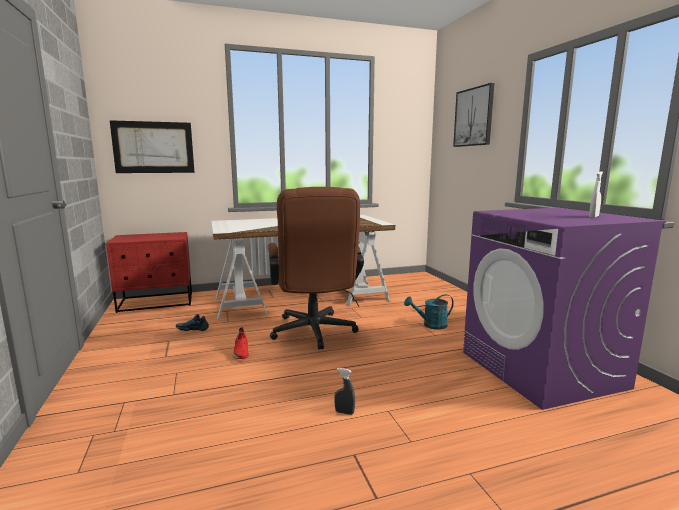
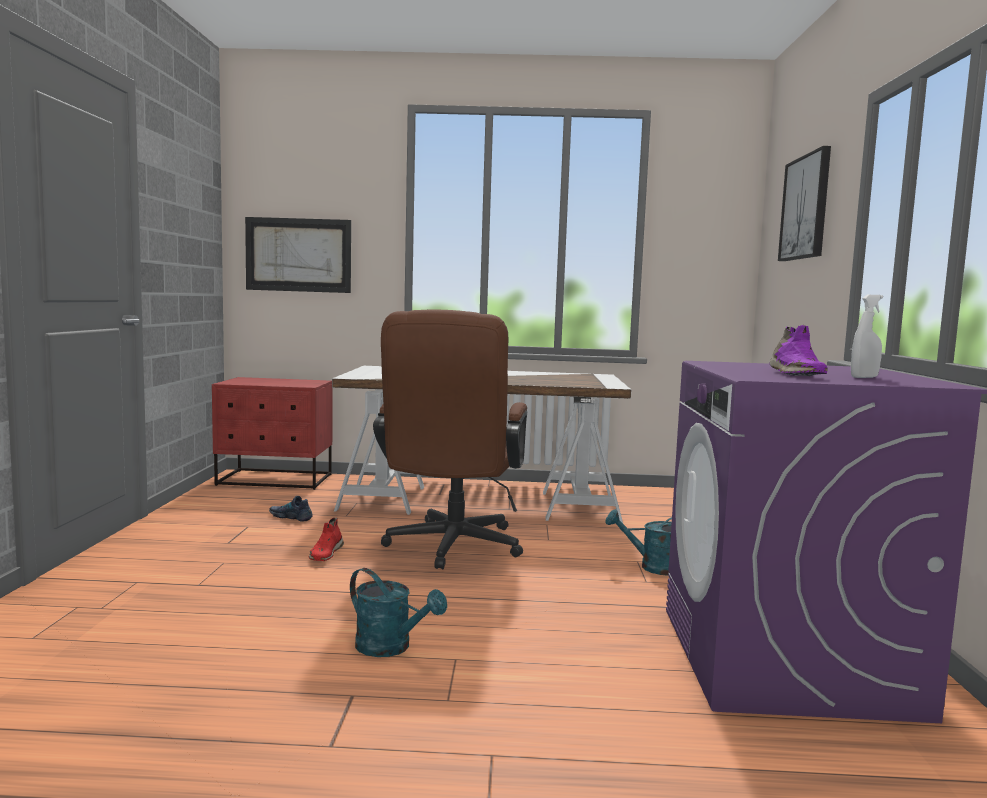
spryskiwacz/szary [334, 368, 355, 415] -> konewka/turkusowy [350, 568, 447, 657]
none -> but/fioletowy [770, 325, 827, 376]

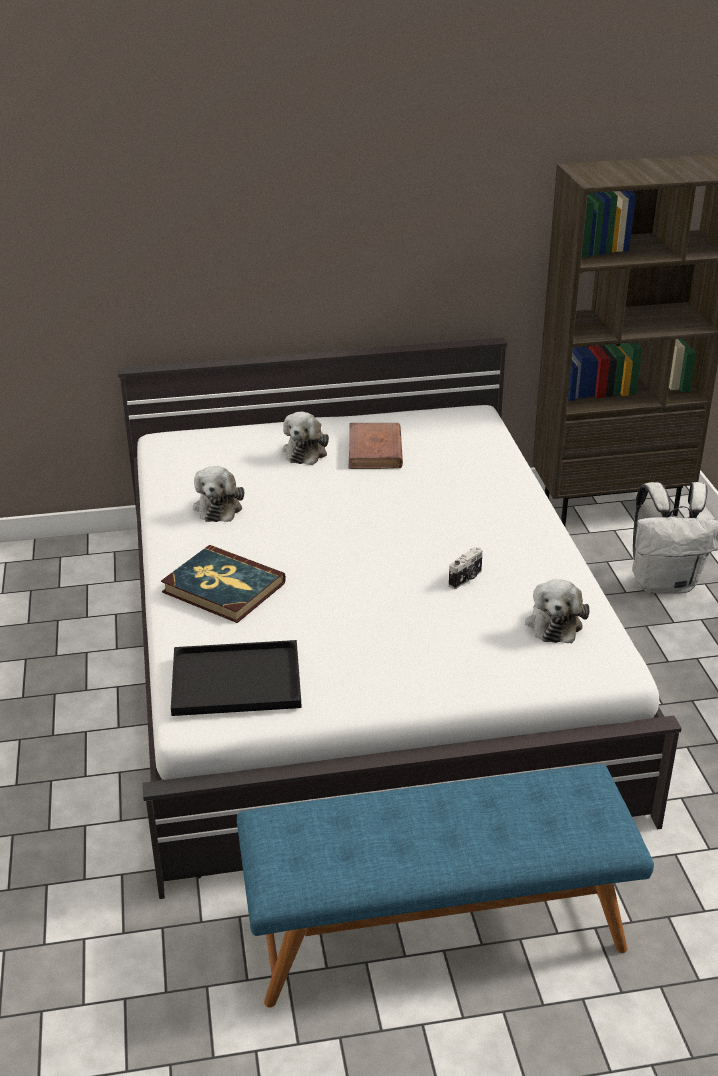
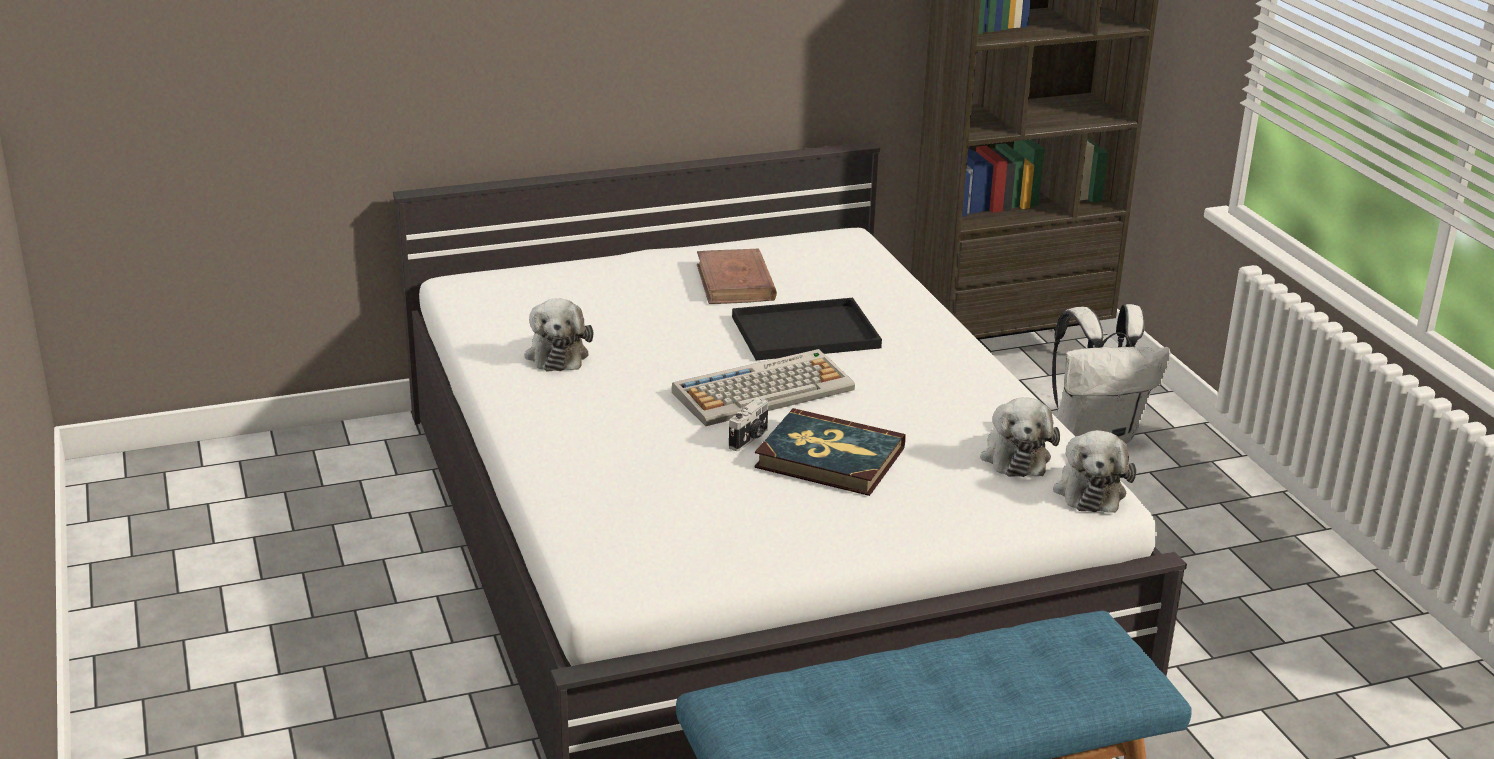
none -> klawiatura [672, 349, 855, 426]
aparat fotograficzny [449, 547, 483, 589] -> aparat fotograficzny [729, 398, 768, 451], relocated
taca/czarny [171, 640, 302, 716] -> taca/czarny [732, 298, 882, 360], relocated
książka [161, 545, 286, 623] -> książka [754, 408, 906, 496], relocated
pluszak [283, 412, 329, 465] -> pluszak [1053, 430, 1136, 513], relocated

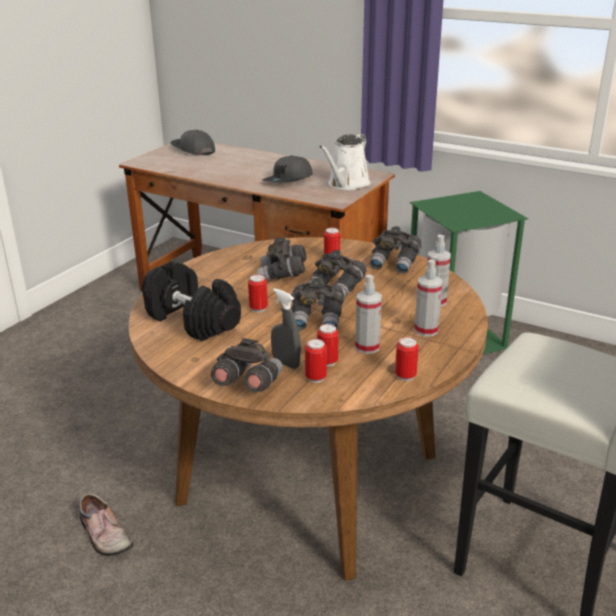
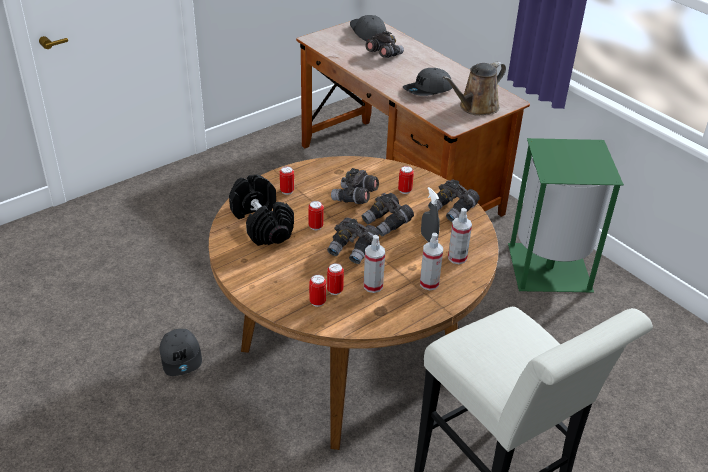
but [79, 494, 133, 556] -> czapka z daszkiem/szary [159, 329, 202, 376]
puszka [395, 337, 419, 381] -> puszka [280, 166, 294, 195], relocated
lornetka/szary [211, 338, 283, 392] -> lornetka/szary [365, 30, 404, 58], relocated
spryskiwacz/szary [271, 288, 301, 369] -> spryskiwacz/szary [421, 187, 440, 242], relocated
konewka/biały [319, 134, 370, 190] -> konewka/brązowy [443, 62, 506, 116]

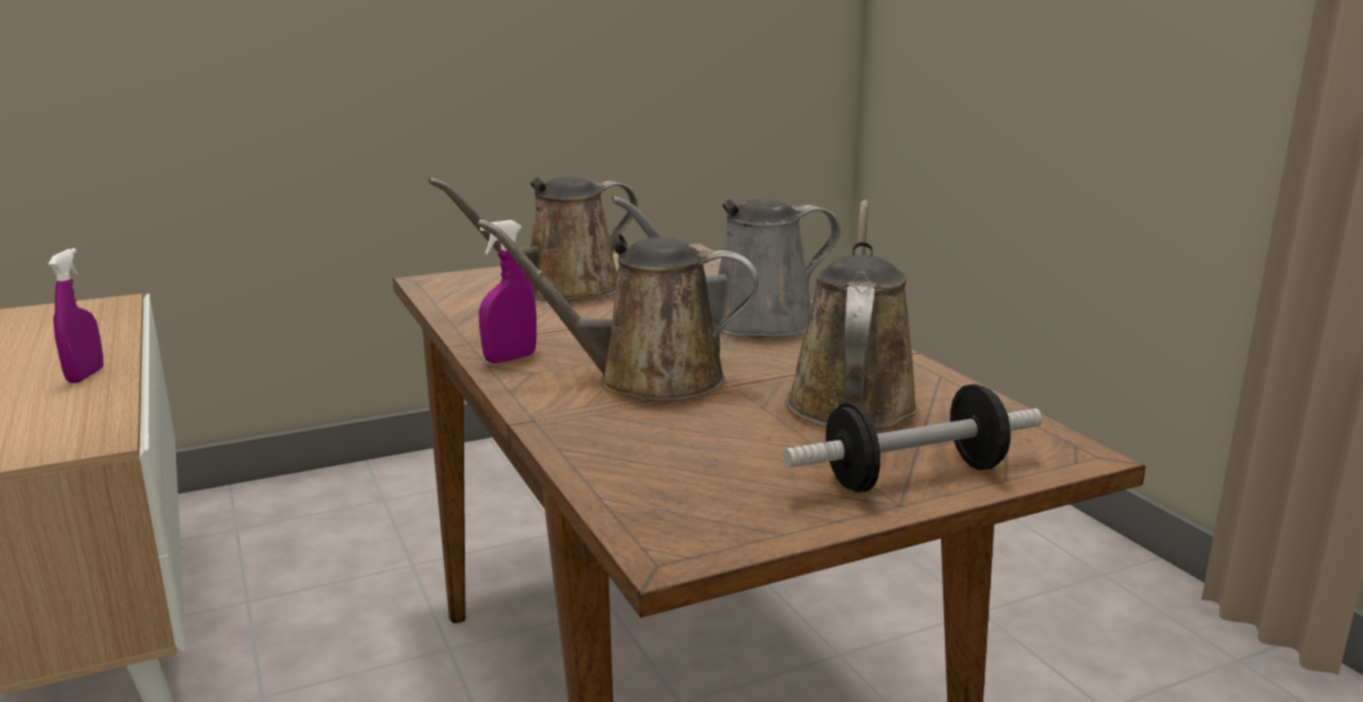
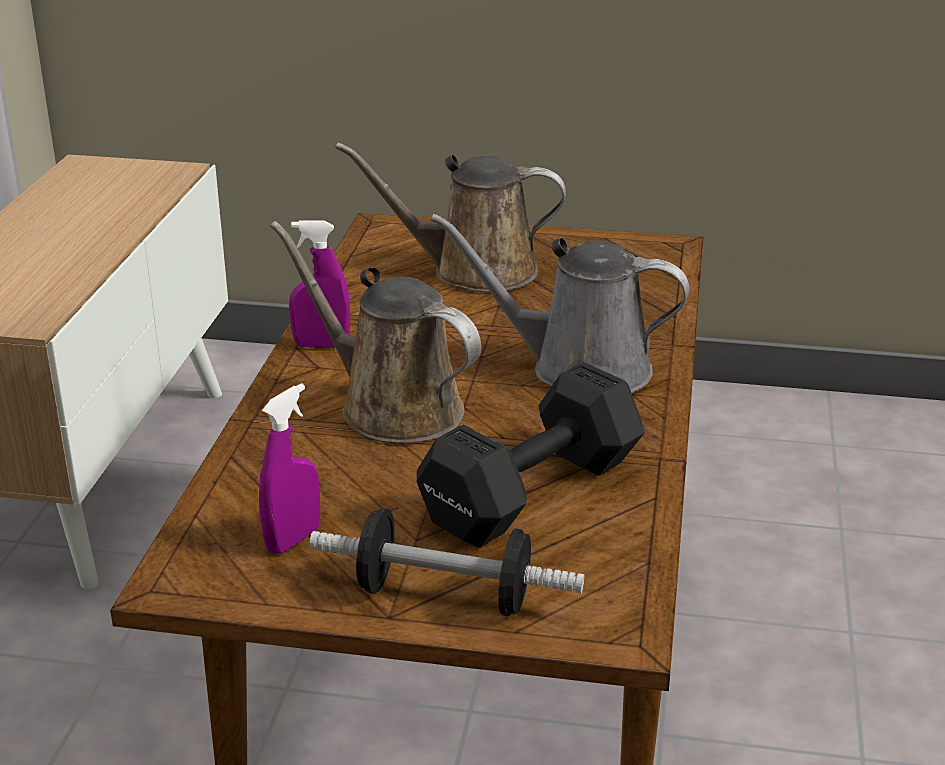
spryskiwacz/fioletowy [48, 248, 103, 383] -> spryskiwacz/fioletowy [259, 383, 320, 554], relocated
konewka/brązowy [785, 200, 919, 430] -> hantel/czarny [417, 362, 645, 548]

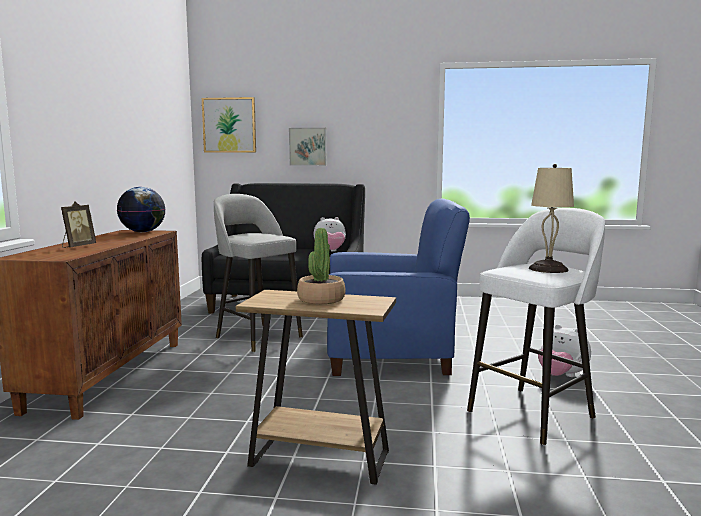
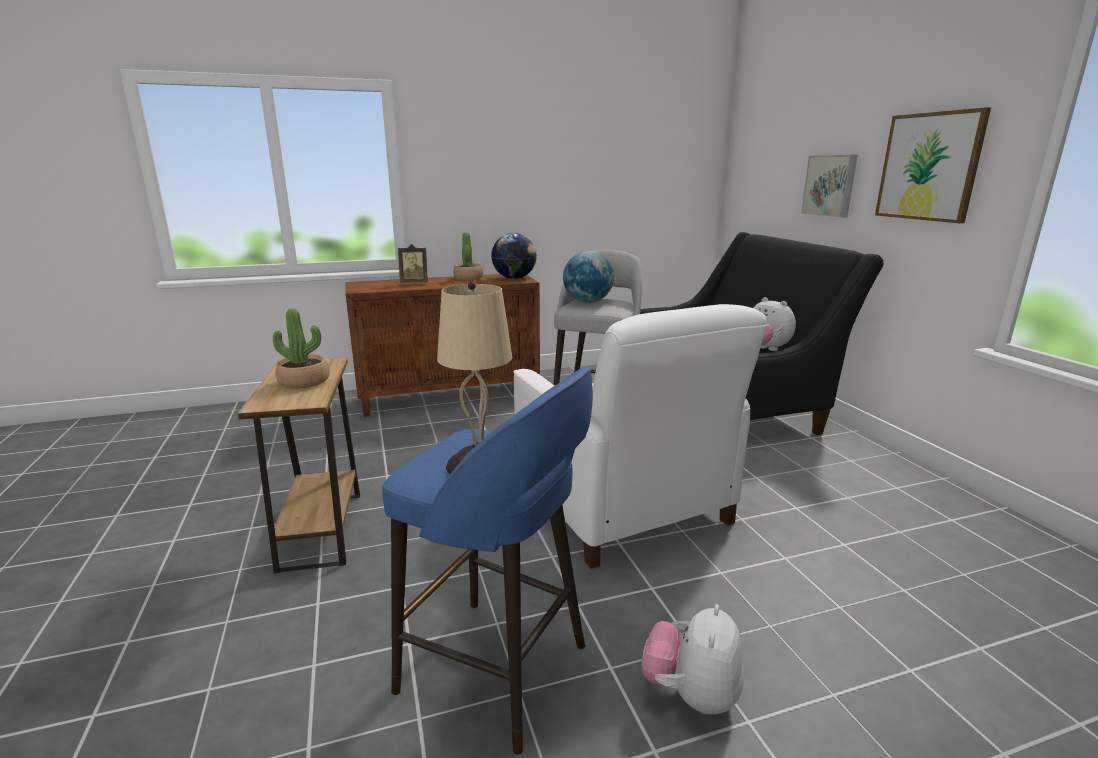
stołek/biały [467, 208, 605, 445] -> stołek/niebieski [382, 367, 593, 755]
none -> roślina doniczkowa [453, 232, 483, 280]
fotel/niebieski [327, 199, 470, 376] -> fotel/biały [513, 304, 767, 569]
none -> globus [563, 251, 614, 303]
obraz [202, 97, 256, 153] -> obraz [875, 107, 991, 223], relocated

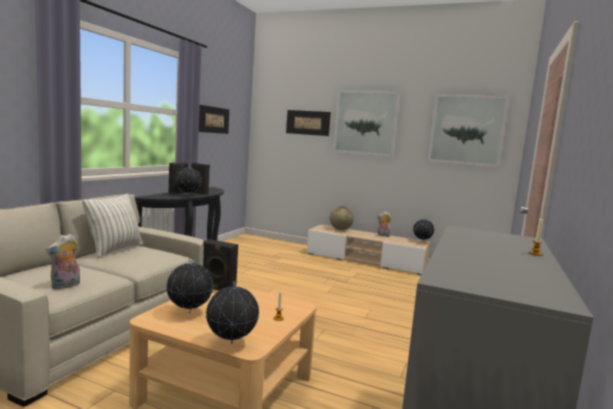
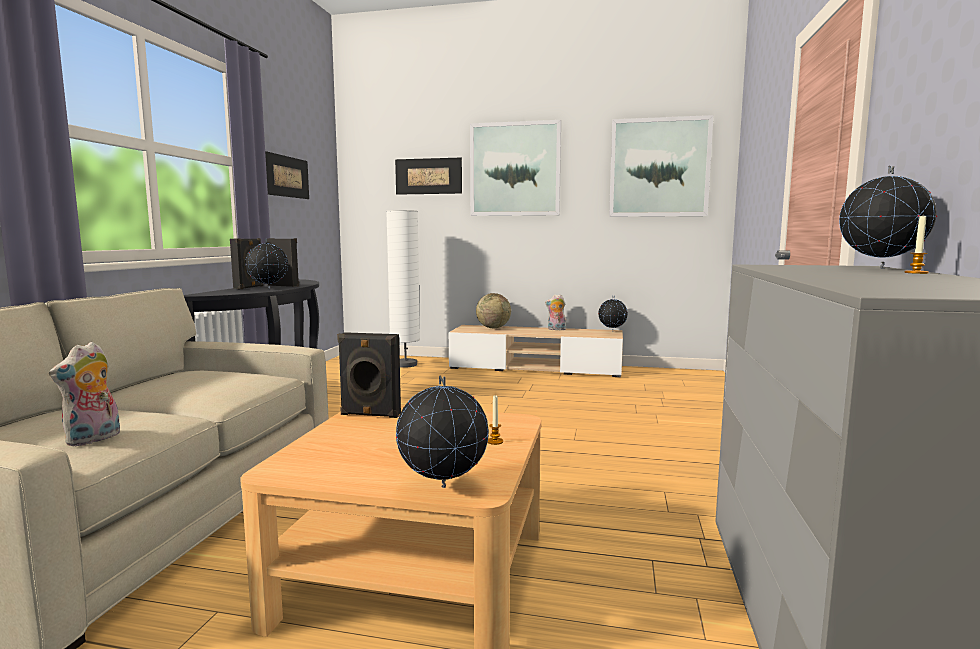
none -> lampa stojąca/biały [386, 210, 420, 368]
globus [167, 259, 213, 314] -> globus [839, 166, 937, 269], relocated
poduszka [82, 194, 143, 258] -> none

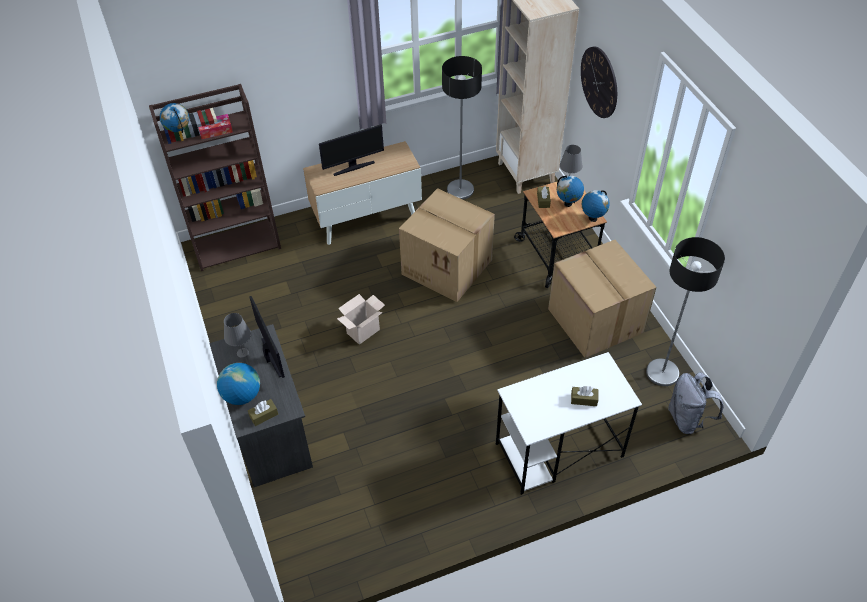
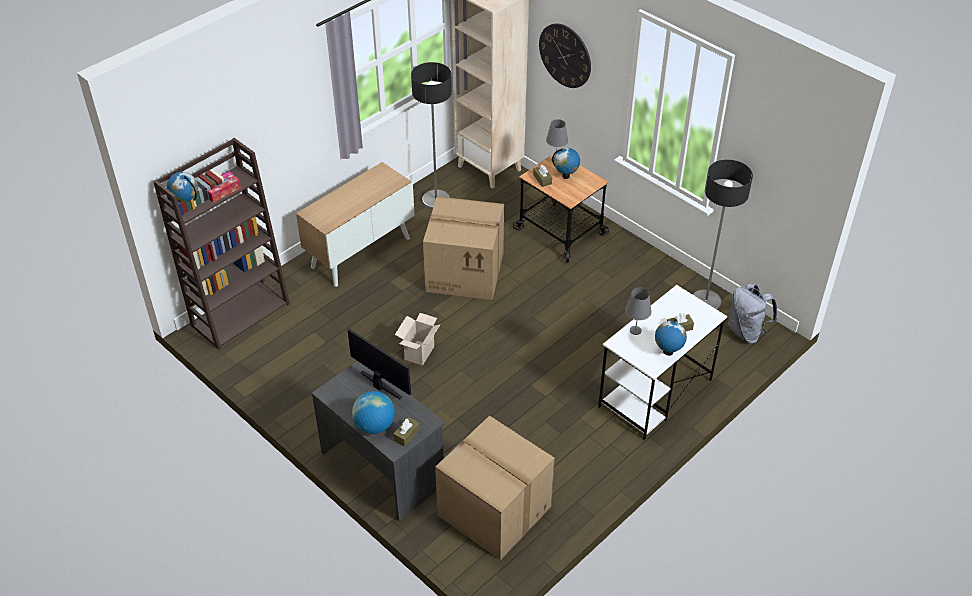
karton [548, 240, 657, 358] -> karton [435, 416, 555, 560], relocated
lampa stołowa/szary [224, 313, 251, 358] -> lampa stołowa/szary [625, 287, 652, 335], relocated
globus [582, 190, 610, 222] -> globus [655, 319, 687, 356], relocated
monitor [319, 124, 384, 176] -> none

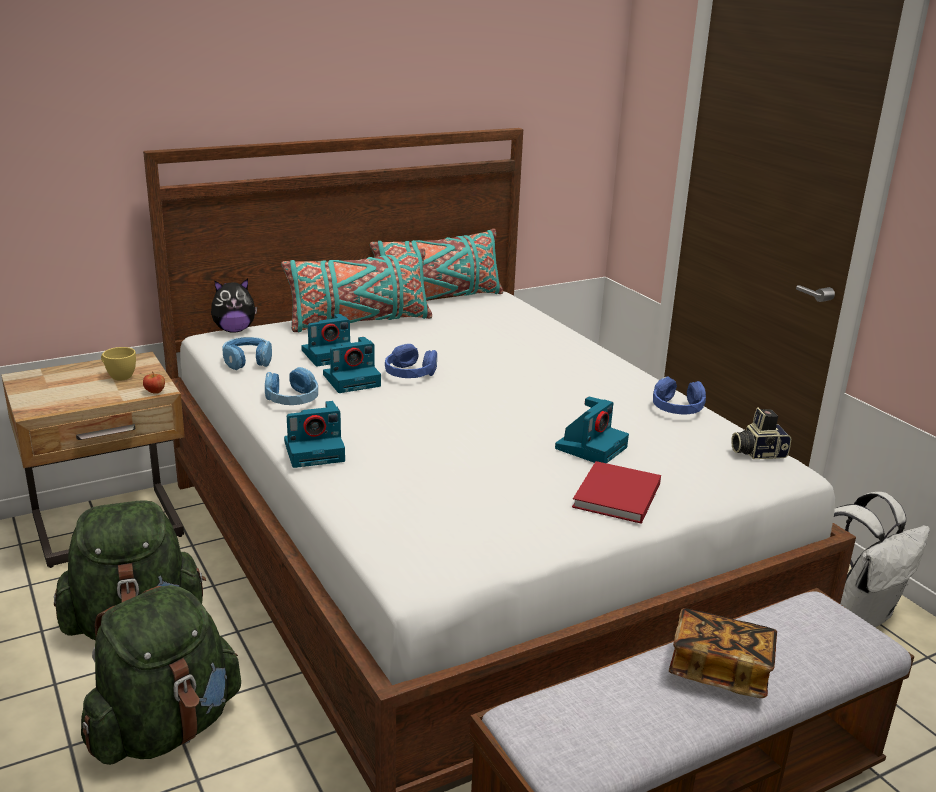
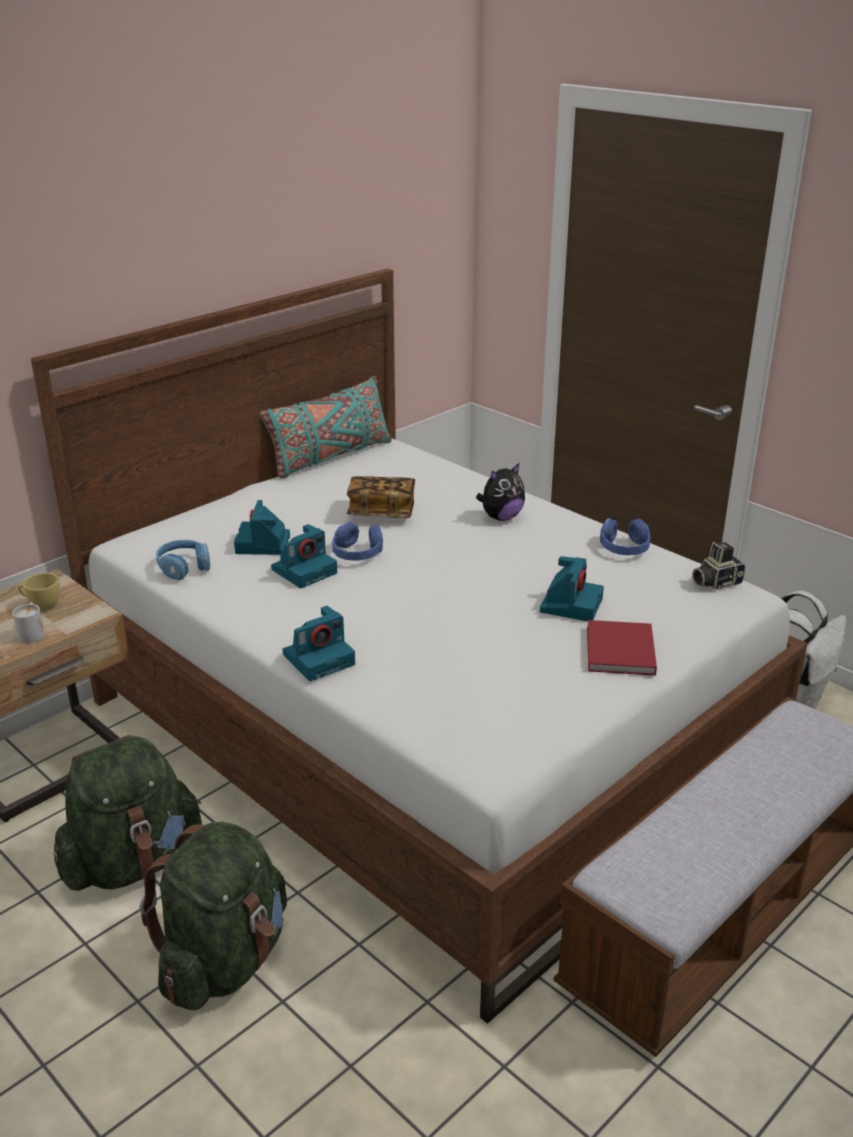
none -> kubek/biały [12, 602, 45, 643]
aparat fotograficzny [301, 314, 351, 367] -> aparat fotograficzny [234, 500, 290, 555], 135 degrees clockwise
książka [669, 608, 777, 698] -> książka [347, 476, 415, 518], relocated
pluszak [211, 279, 258, 333] -> pluszak [476, 463, 525, 521], relocated
jabłko [143, 371, 165, 394] -> none
słuchawki/niebieski [265, 367, 318, 405] -> none
poduszka/turkusowy [281, 248, 432, 332] -> none

